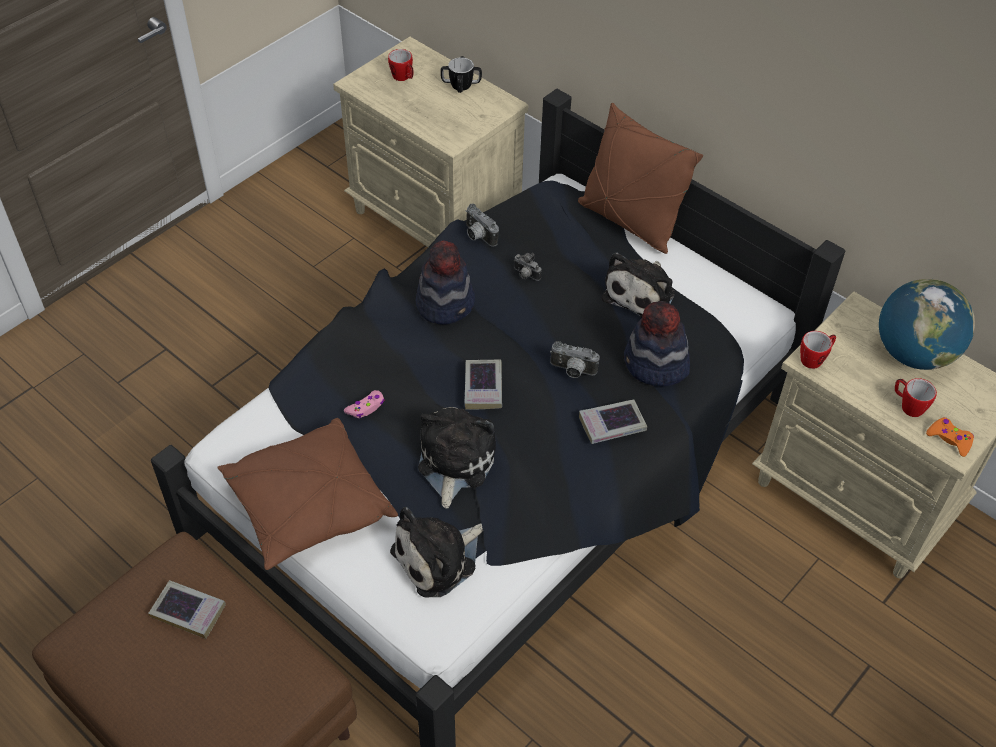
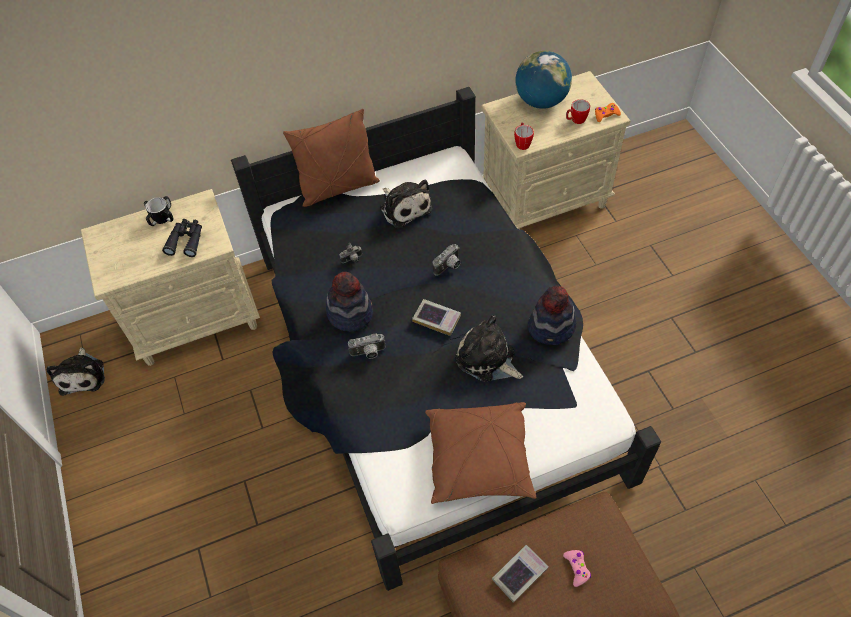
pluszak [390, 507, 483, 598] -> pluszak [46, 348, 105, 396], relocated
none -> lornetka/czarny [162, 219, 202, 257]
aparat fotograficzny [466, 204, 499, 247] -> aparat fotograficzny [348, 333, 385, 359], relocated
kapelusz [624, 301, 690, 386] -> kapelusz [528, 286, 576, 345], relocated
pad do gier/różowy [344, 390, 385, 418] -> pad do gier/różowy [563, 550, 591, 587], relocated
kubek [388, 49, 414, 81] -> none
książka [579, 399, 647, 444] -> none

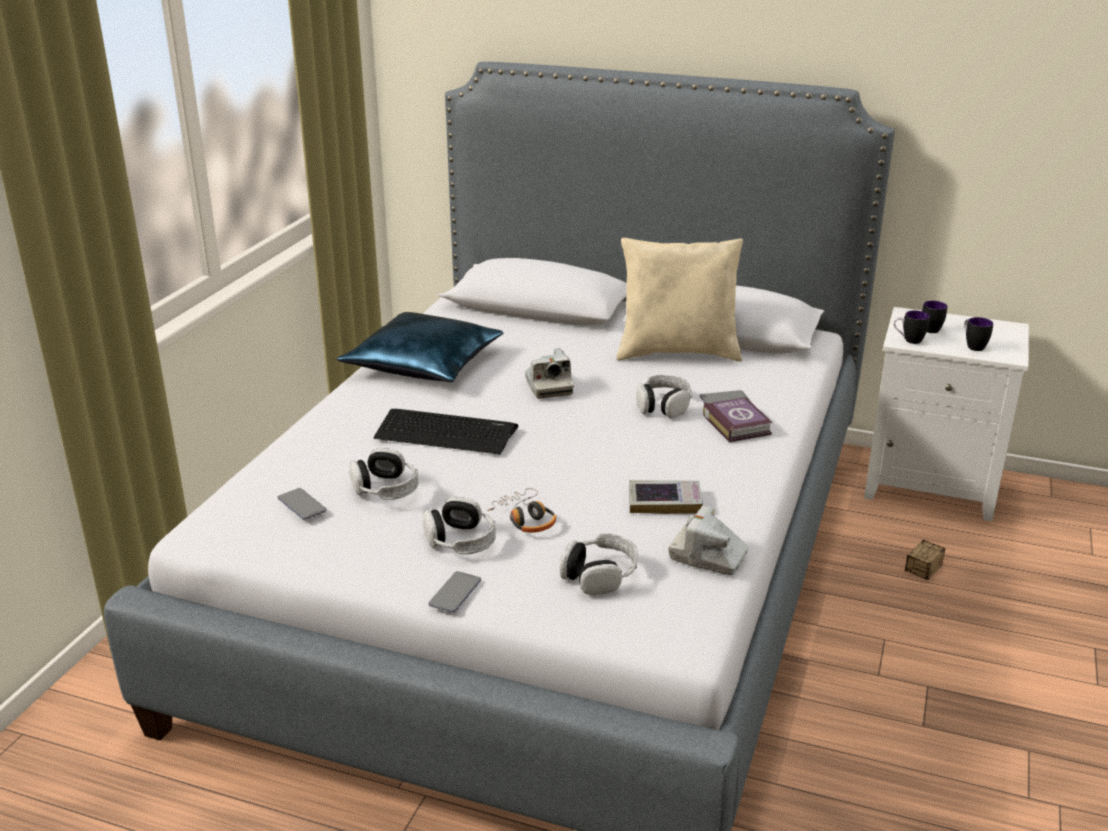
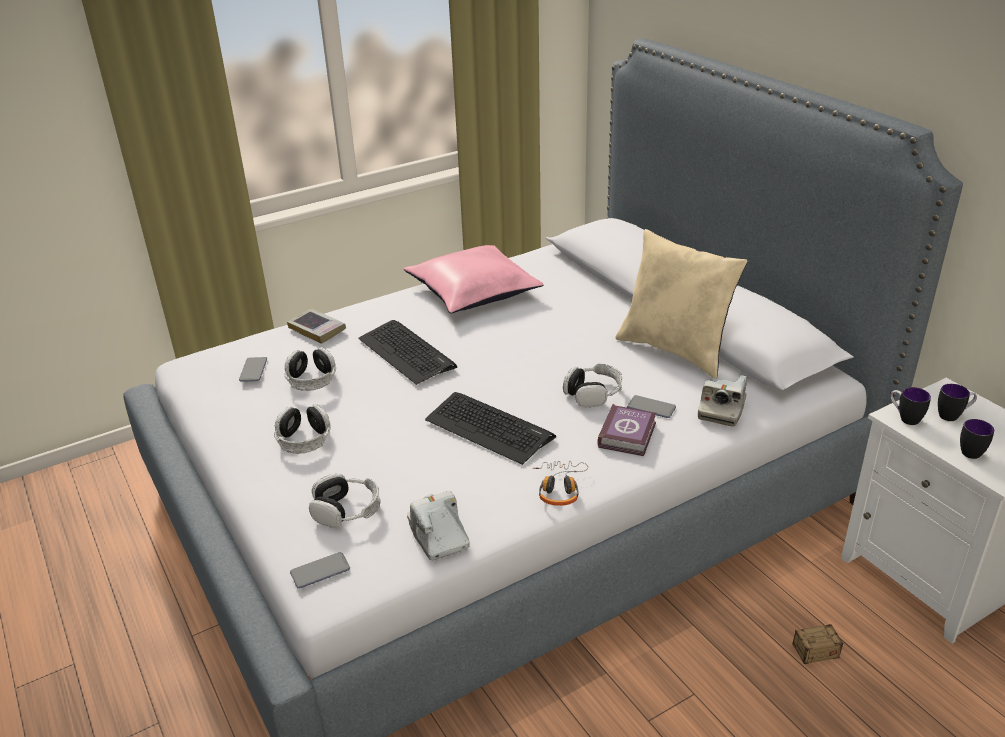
książka [629, 480, 703, 514] -> książka [287, 308, 346, 344], relocated
telefon [428, 571, 481, 613] -> telefon [290, 552, 350, 589], relocated
poduszka/niebieski [337, 312, 503, 382] -> poduszka/różowy [404, 245, 544, 314]
none -> klawiatura [425, 392, 556, 465]
słuchawki [487, 488, 556, 533] -> słuchawki [533, 461, 588, 506], relocated
aparat fotograficzny [525, 348, 574, 399] -> aparat fotograficzny [698, 375, 747, 426], relocated

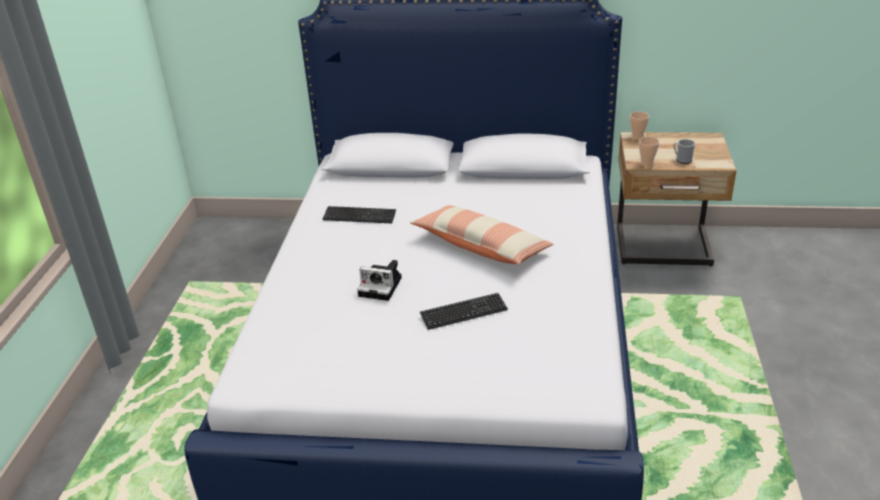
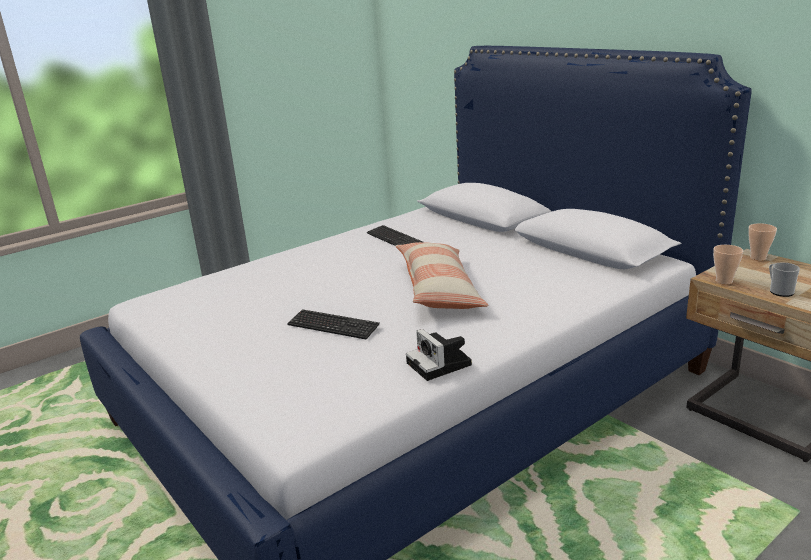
aparat fotograficzny [357, 260, 402, 301] -> aparat fotograficzny [406, 329, 472, 381], relocated

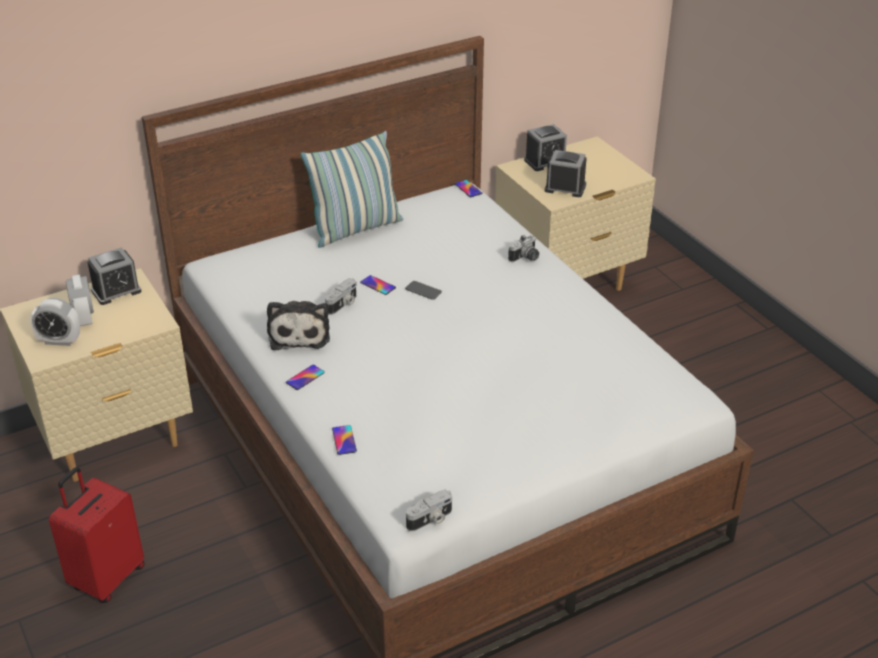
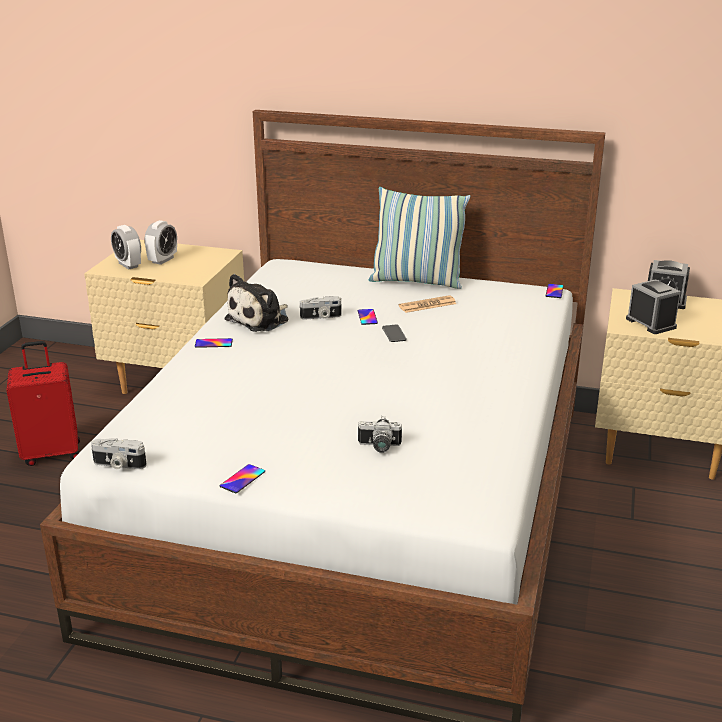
telefon [332, 425, 357, 455] -> telefon [220, 464, 265, 493], relocated
aparat fotograficzny [508, 235, 539, 262] -> aparat fotograficzny [358, 416, 402, 453], relocated
none -> gazeta [399, 295, 456, 313]
budzik [88, 247, 141, 305] -> none

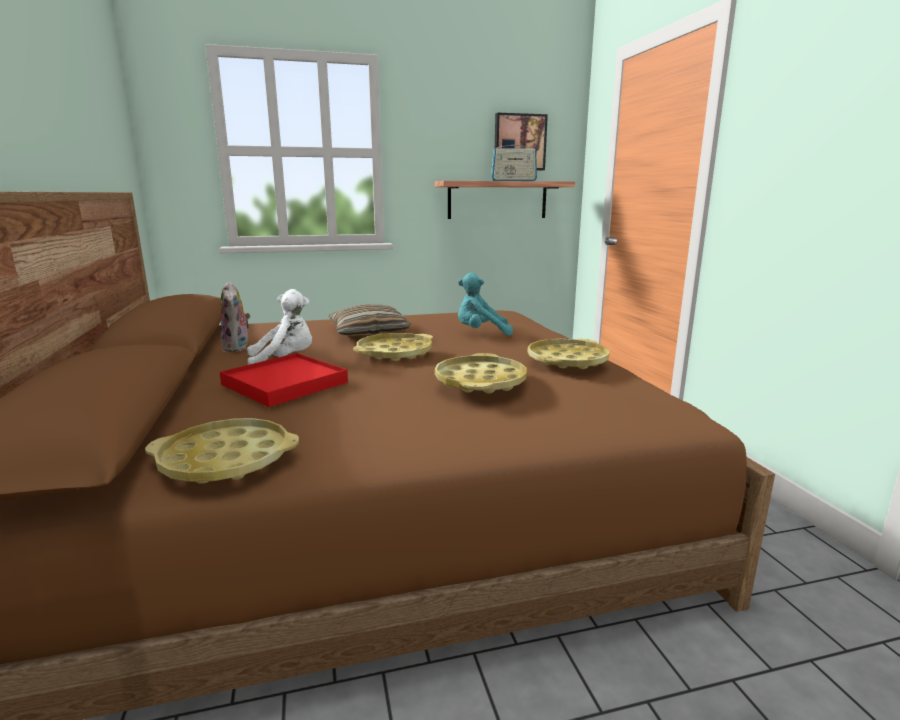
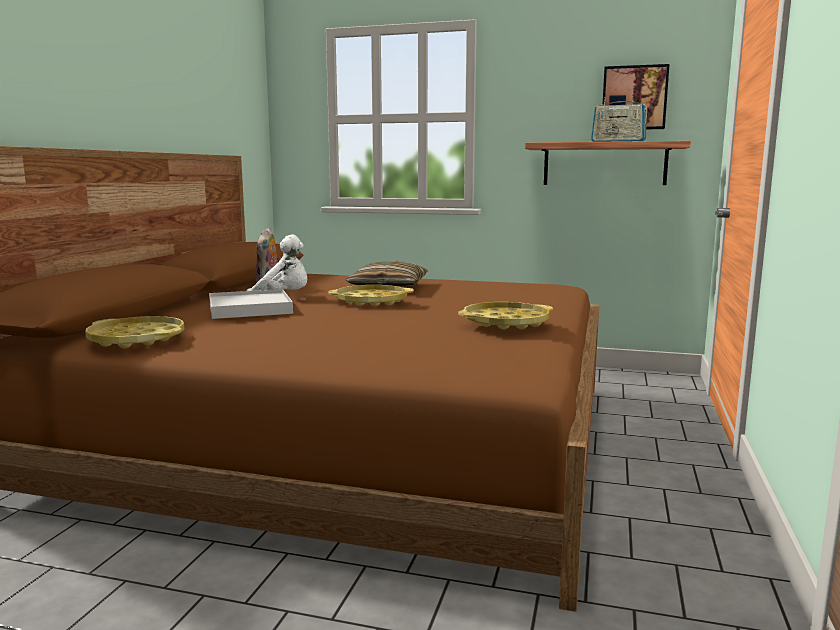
taca/czerwony [220, 353, 348, 407] -> taca/biały [209, 289, 293, 319]
taca/żółty [435, 353, 527, 394] -> none
pluszak/turkusowy [458, 273, 513, 336] -> none

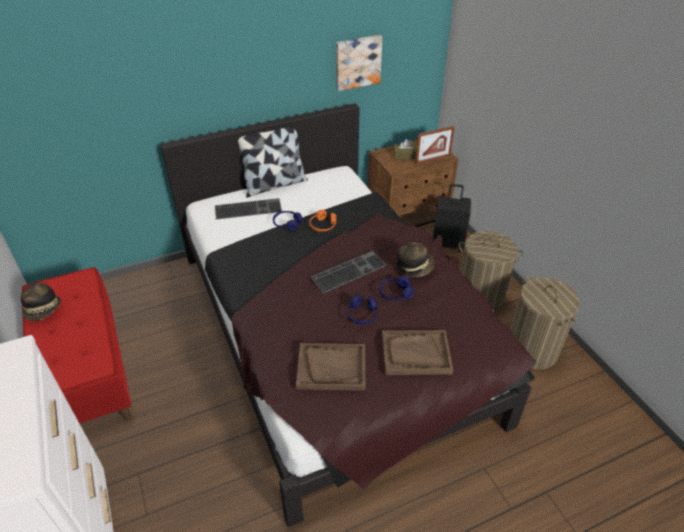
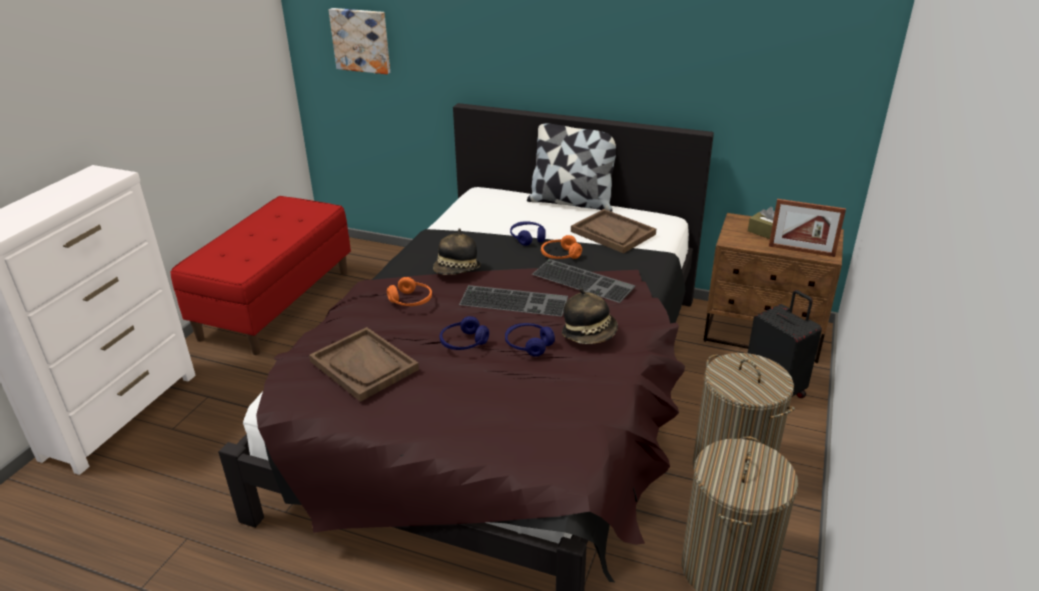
obraz [336, 35, 382, 91] -> obraz [328, 8, 390, 74], relocated
none -> słuchawki/pomarańczowy [387, 277, 432, 306]
kapelusz [21, 282, 61, 321] -> kapelusz [433, 228, 481, 275], relocated
klawiatura [215, 198, 282, 220] -> klawiatura [532, 259, 635, 303], relocated
taca/brązowy [382, 330, 453, 375] -> taca/brązowy [571, 209, 656, 254], relocated

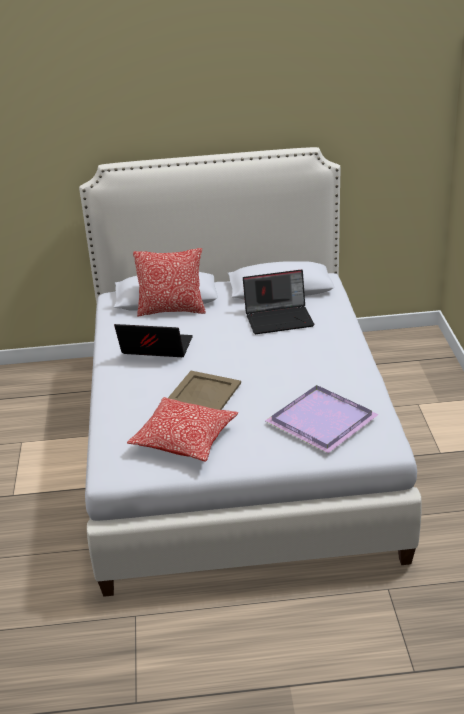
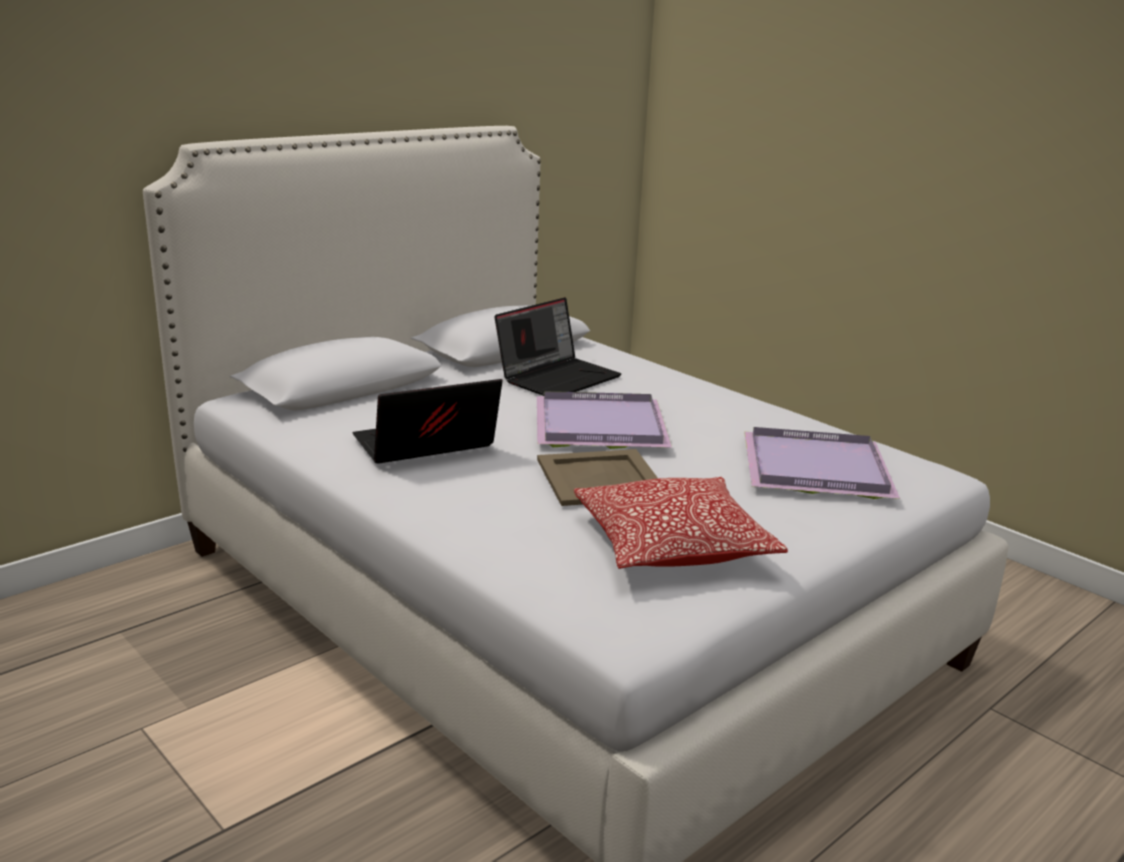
none -> taca/fioletowy [537, 391, 672, 449]
poduszka [133, 248, 206, 317] -> none

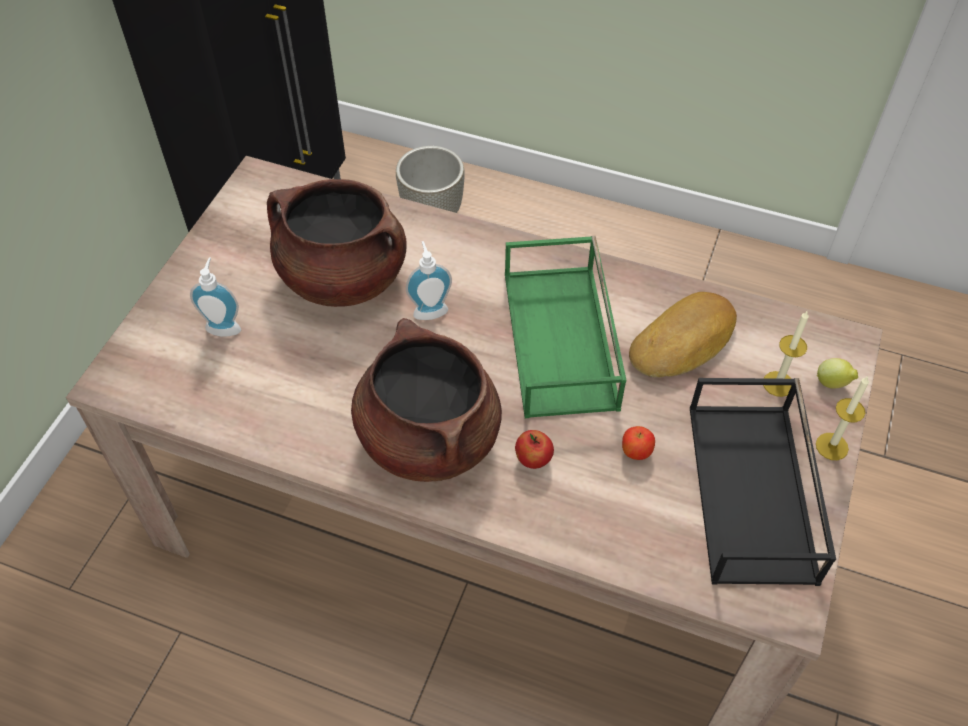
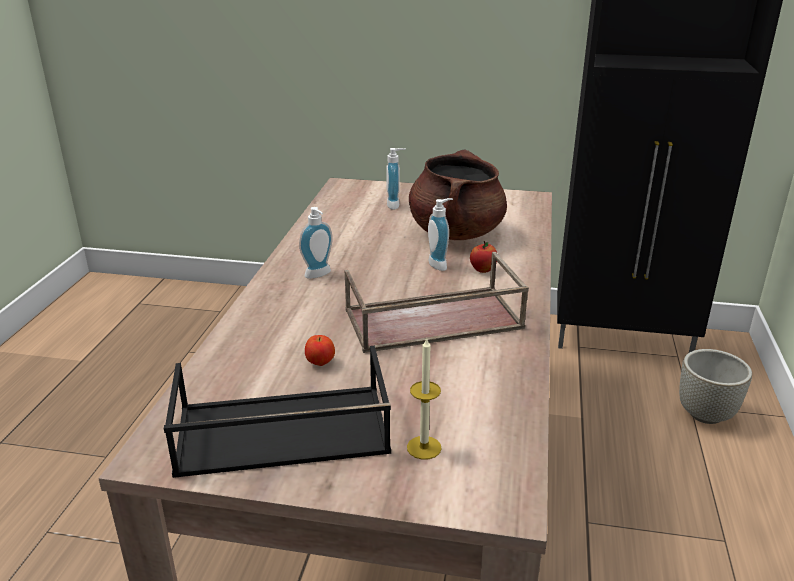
garnek/brązowy [351, 318, 502, 482] -> dozownik mydła [299, 207, 333, 279]
taca/zielony [505, 236, 626, 418] -> taca/brązowy [345, 252, 529, 353]
jabłko [515, 430, 554, 469] -> jabłko [470, 241, 497, 273], relocated
chleb [629, 292, 737, 377] -> none
świeca [816, 376, 869, 460] -> none
cytryna [817, 358, 858, 389] -> none

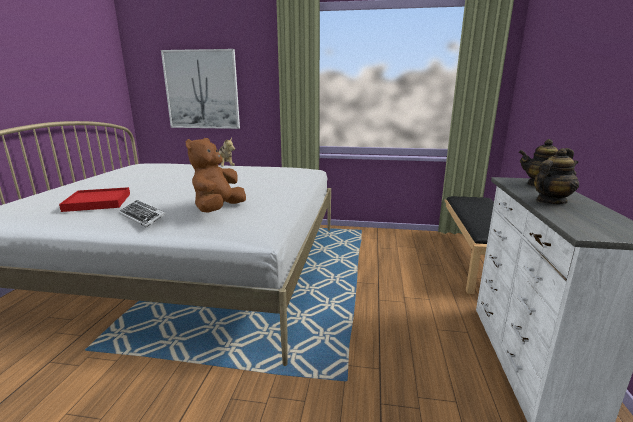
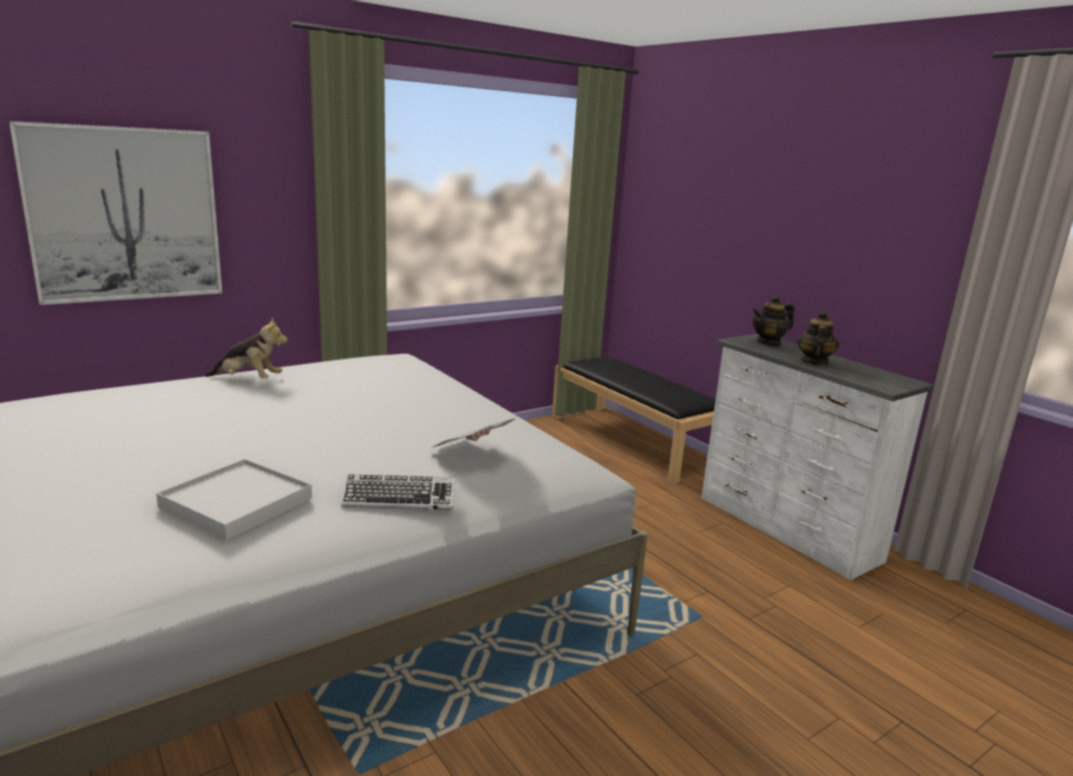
taca/czerwony [59, 187, 130, 212] -> taca/biały [156, 459, 312, 540]
pluszak/brązowy [186, 138, 246, 213] -> gazeta [431, 419, 515, 448]

